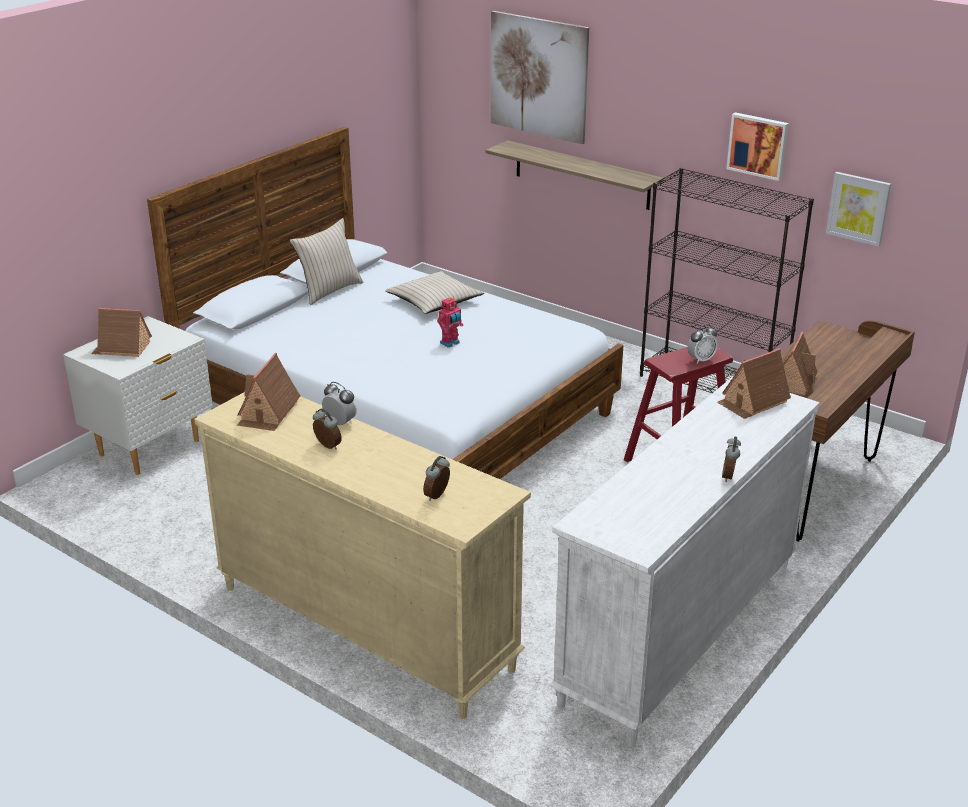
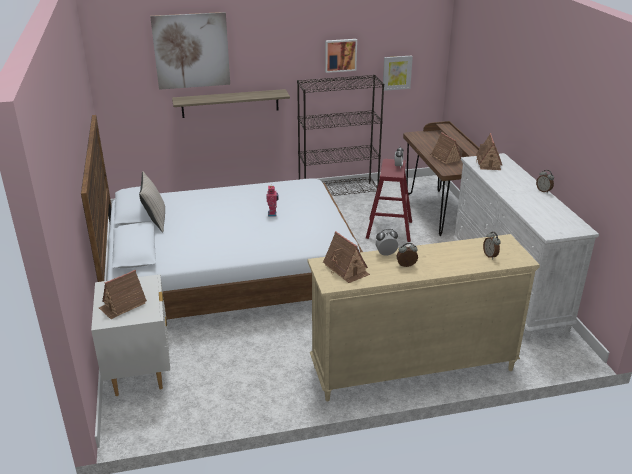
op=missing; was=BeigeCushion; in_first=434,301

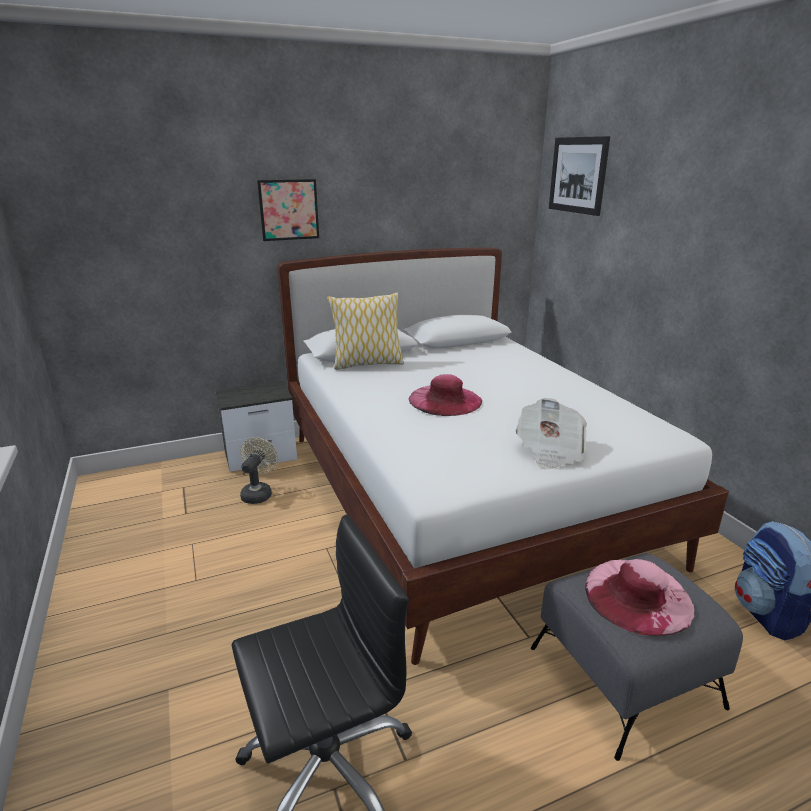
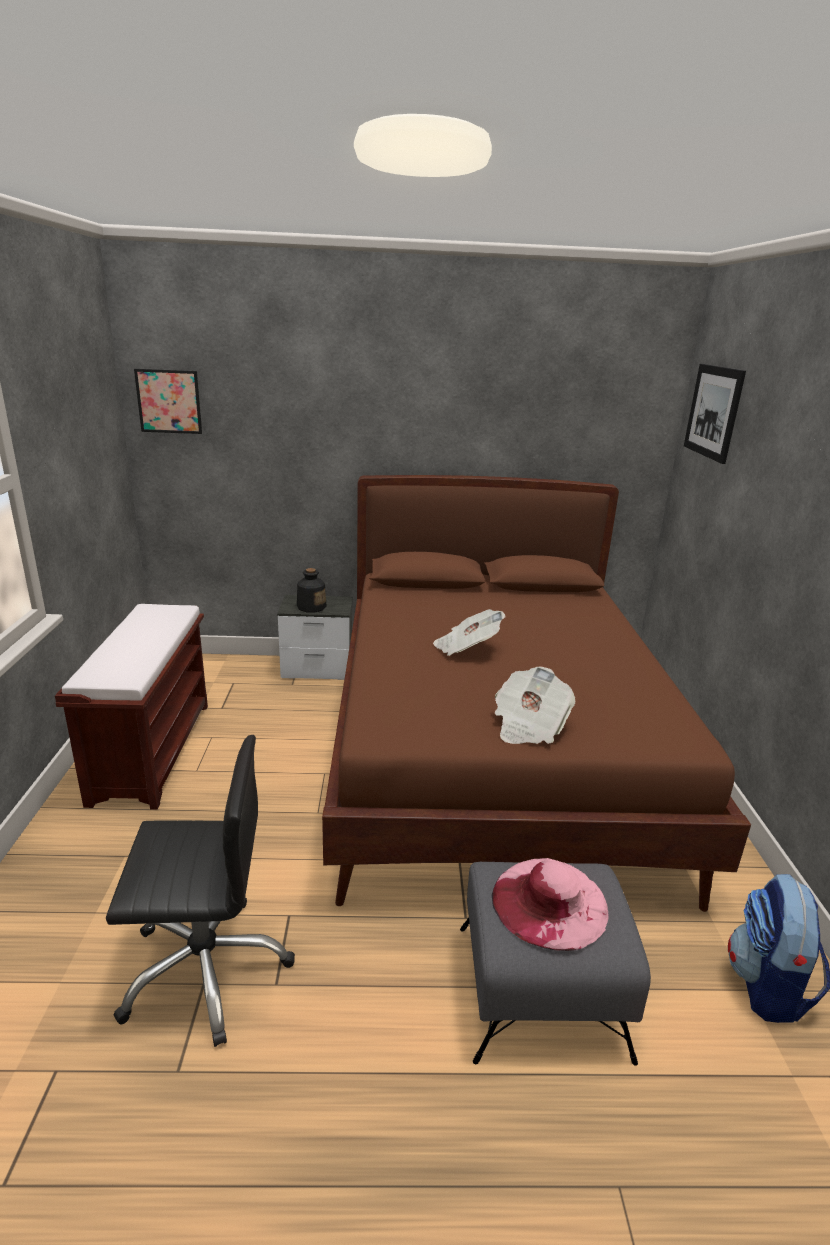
op=relocated; was=WallArt; in_first=289,210; in_second=169,401
op=colour; was=WhiteSleepingBed; now=BrownishSleepingBed; in_first=461,494; in_second=493,754
op=missing; was=Cushion; in_first=367,364
op=exchanged; was=PinkClothingHat; now=Newspaper; in_first=445,400; in_second=466,648
op=missing; was=BeigeFan; in_first=258,493
op=appeared; now=Bottle; in_second=311,607
op=appeared; now=BrownishLongSeat; in_second=152,750

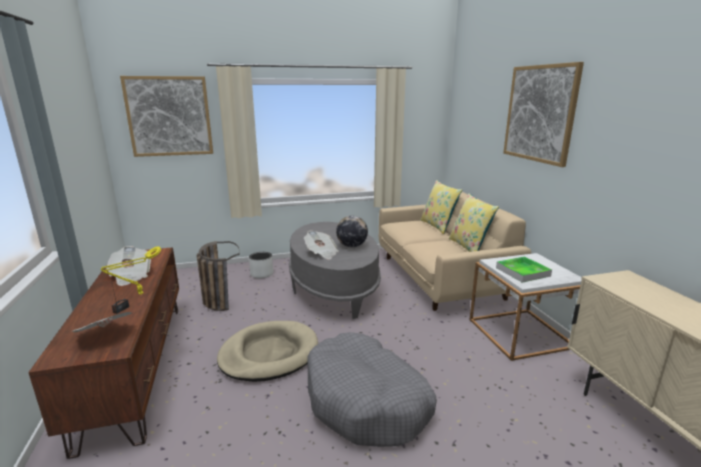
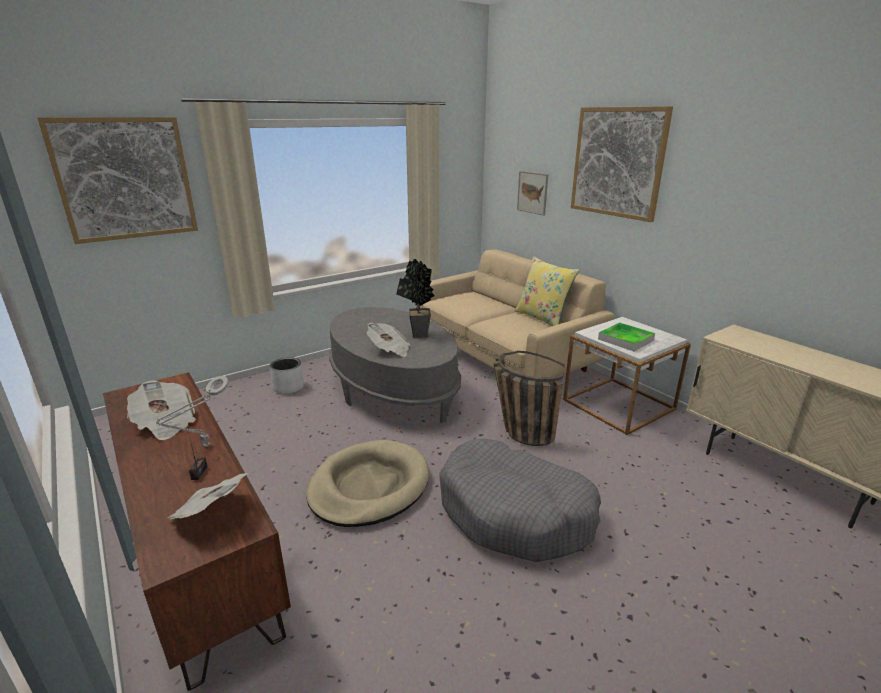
op=missing; was=YellowishCushion; in_first=438,226
op=exchanged; was=DeskGlobe; now=PlantInAPot; in_first=352,246; in_second=418,335
op=relocated; was=HouseholdBasket; in_first=217,299; in_second=518,431
op=colour; was=YellowishTableLamp; now=GrayTableLamp; in_first=138,294; in_second=204,446
op=appeared; now=WallArt; in_second=532,192

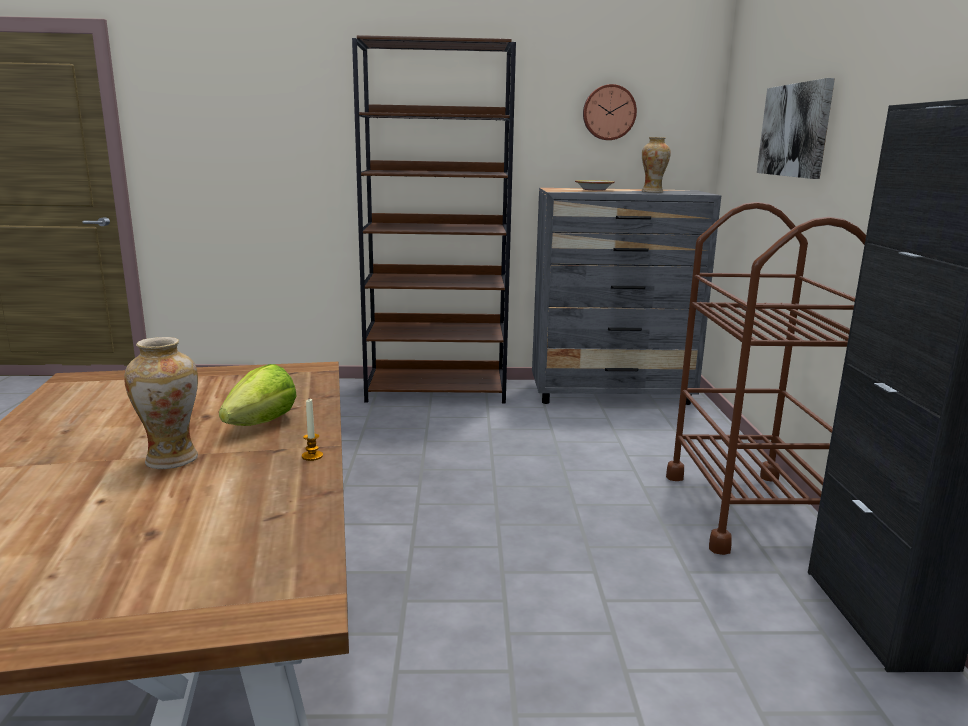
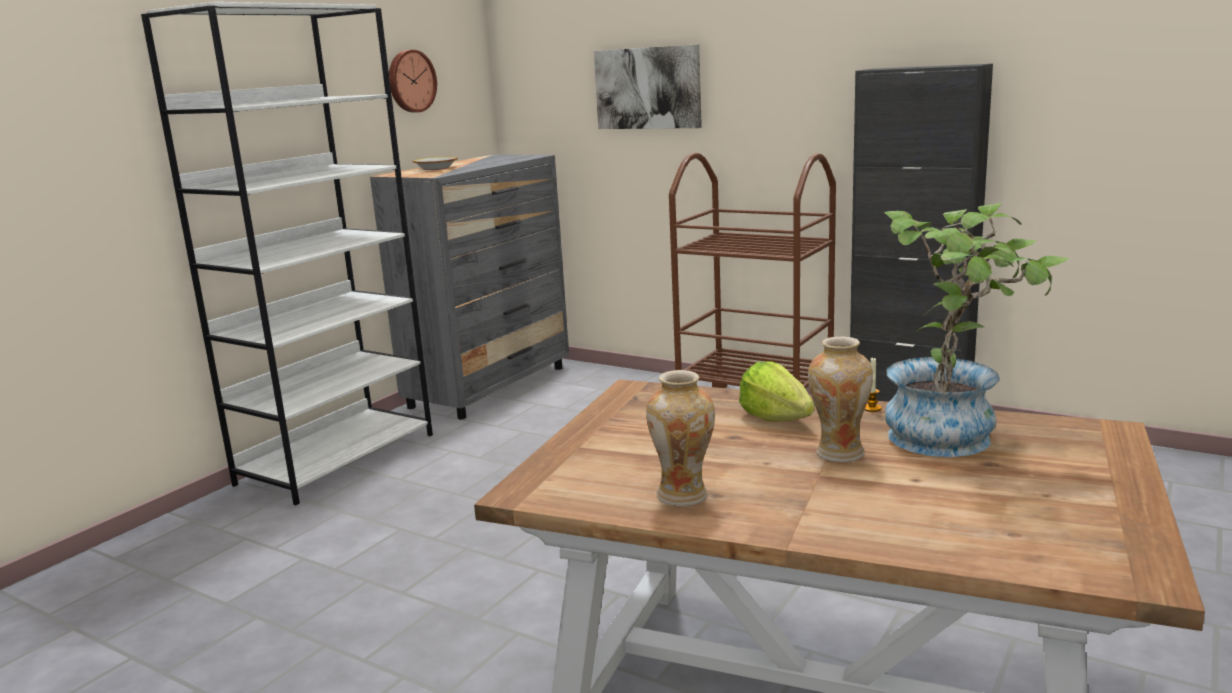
op=colour; was=BrownishShelvingUnit; now=WhiteShelvingUnit; in_first=437,390; in_second=337,458
op=relocated; was=FlowerVase; in_first=652,192; in_second=682,496
op=appeared; now=PlantInAPot; in_second=954,435

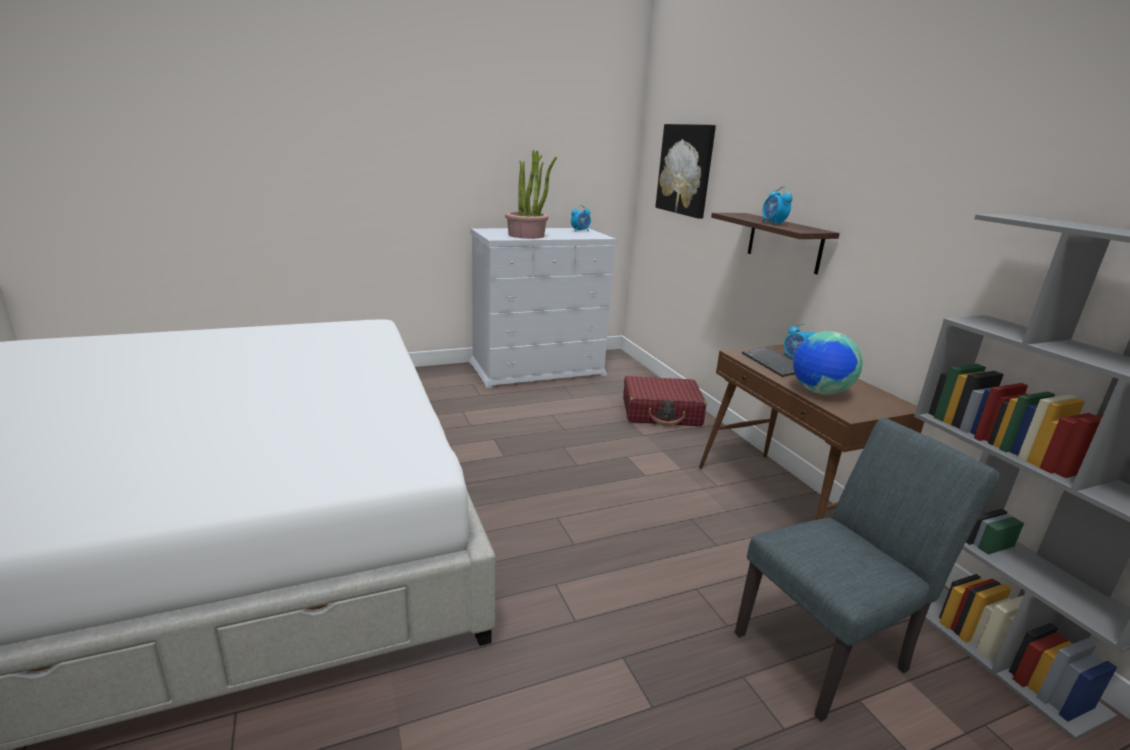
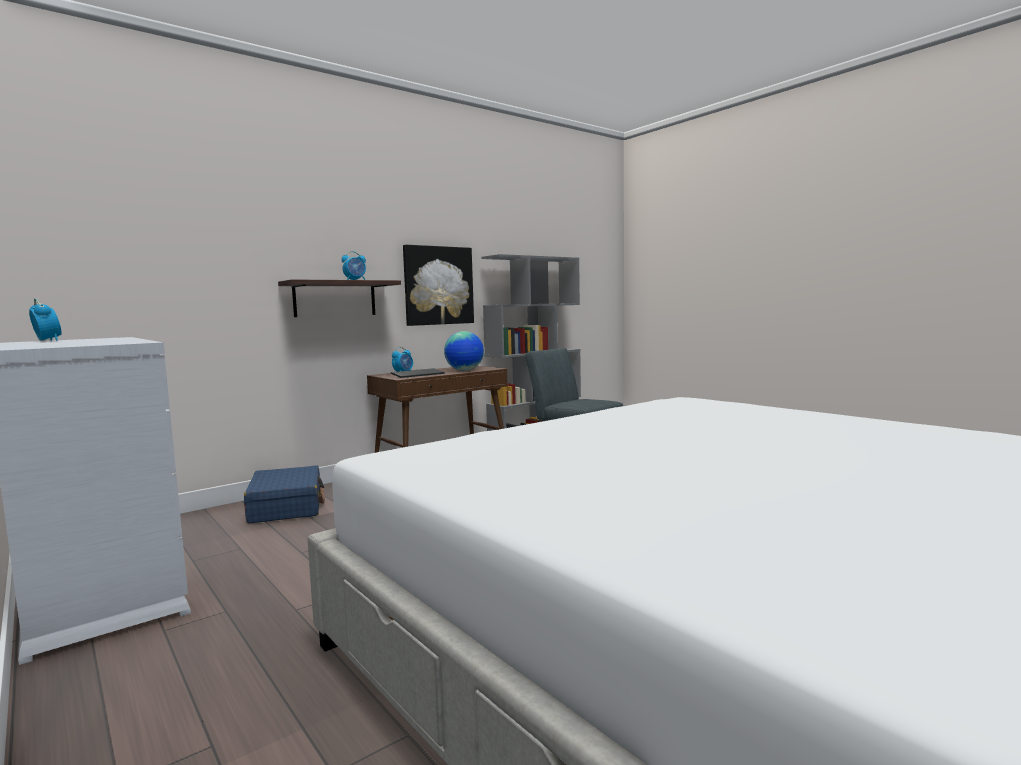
op=relocated; was=WallArt; in_first=685,169; in_second=438,285
op=missing; was=PlantInAPot; in_first=526,235
op=colour; was=RedTravelCase; now=BluishTravelCase; in_first=661,412; in_second=286,507

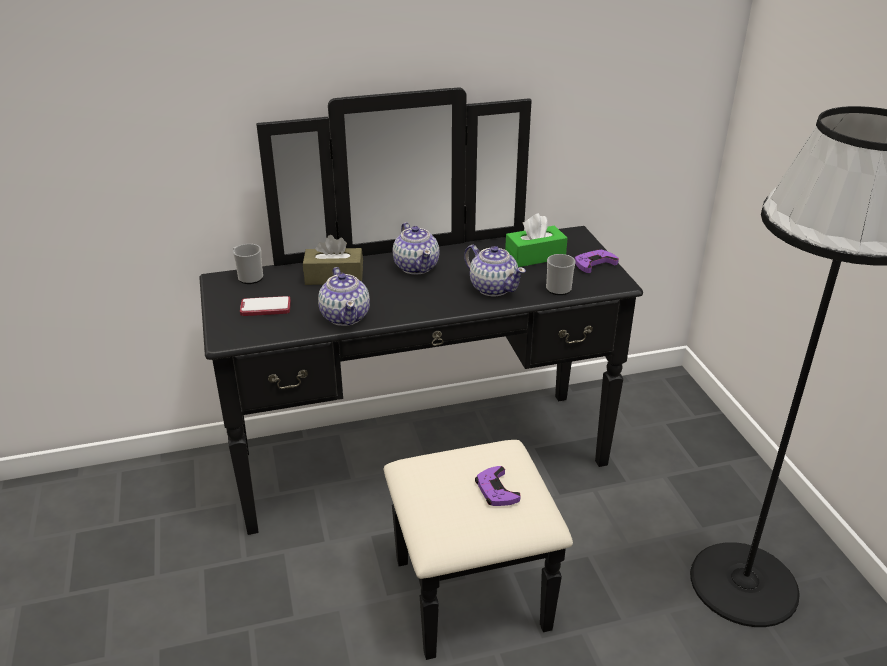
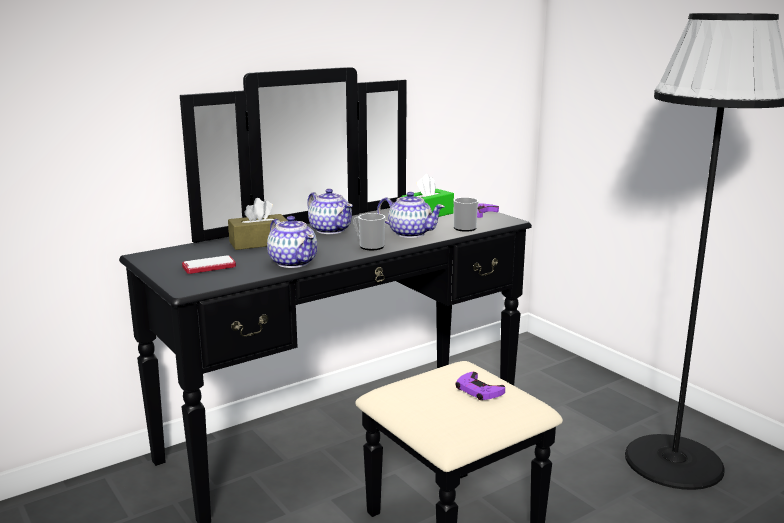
op=relocated; was=Mug; in_first=248,277; in_second=369,246

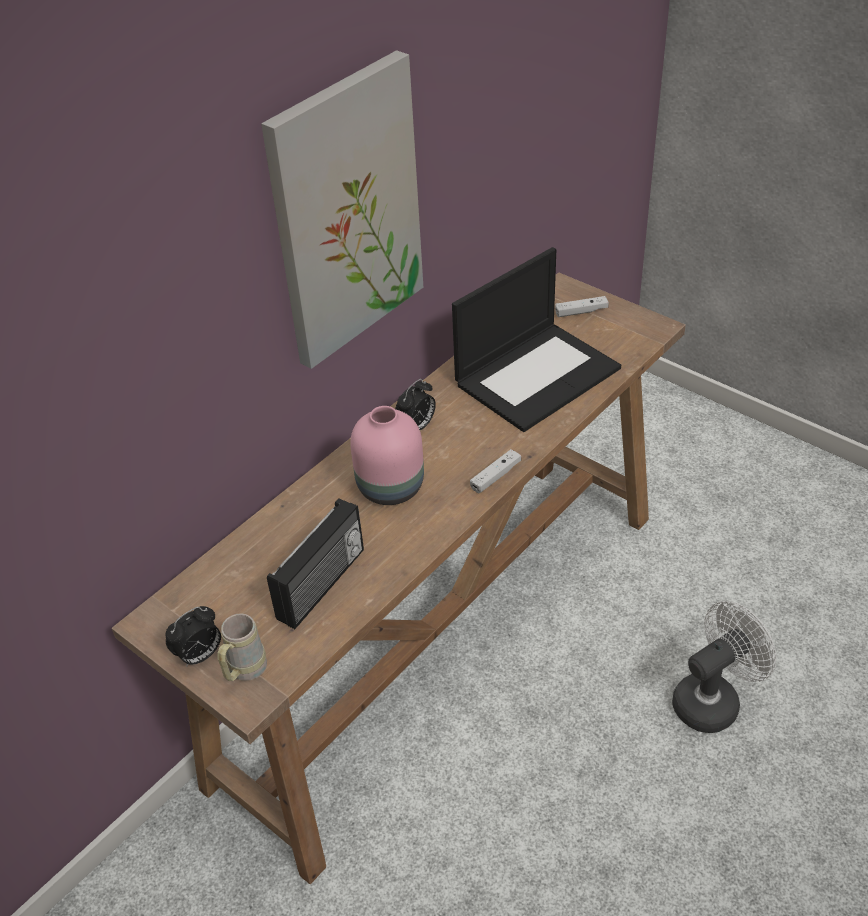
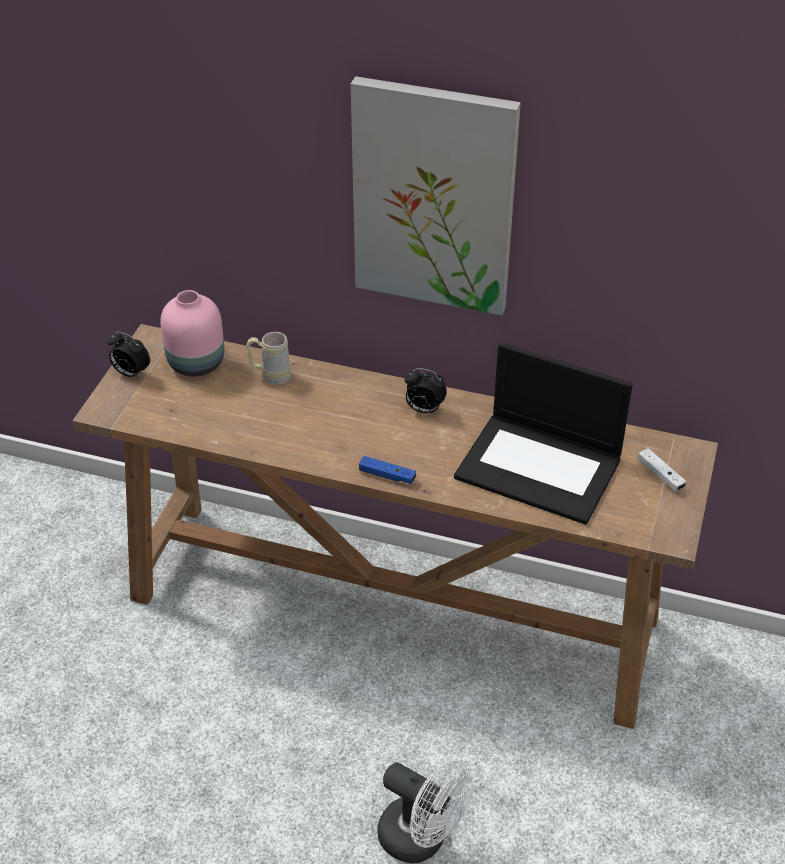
op=relocated; was=PinkFlowerVase; in_first=389,488; in_second=195,362
op=colour; was=WhiteGamepad; now=BluishGamepad; in_first=495,476; in_second=387,475
op=missing; was=RadioReceiver; in_first=323,585
op=relocated; was=BeigeMug; in_first=244,672; in_second=270,376

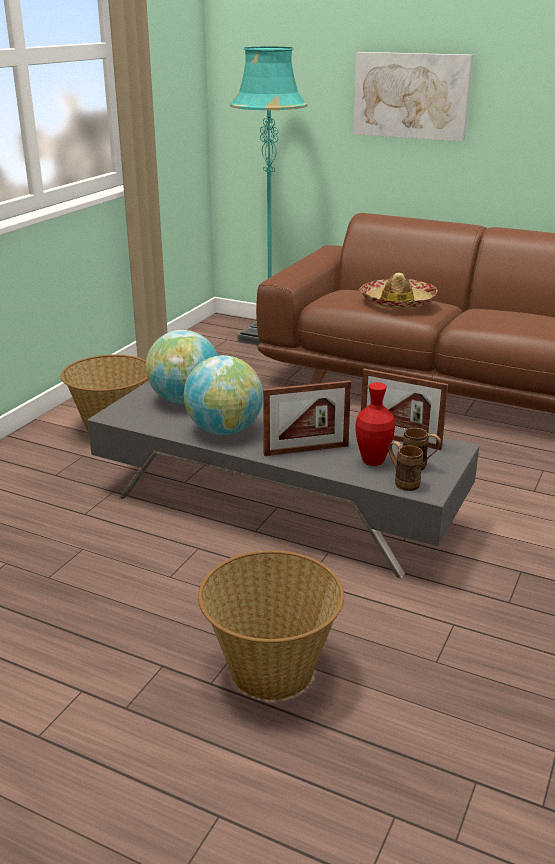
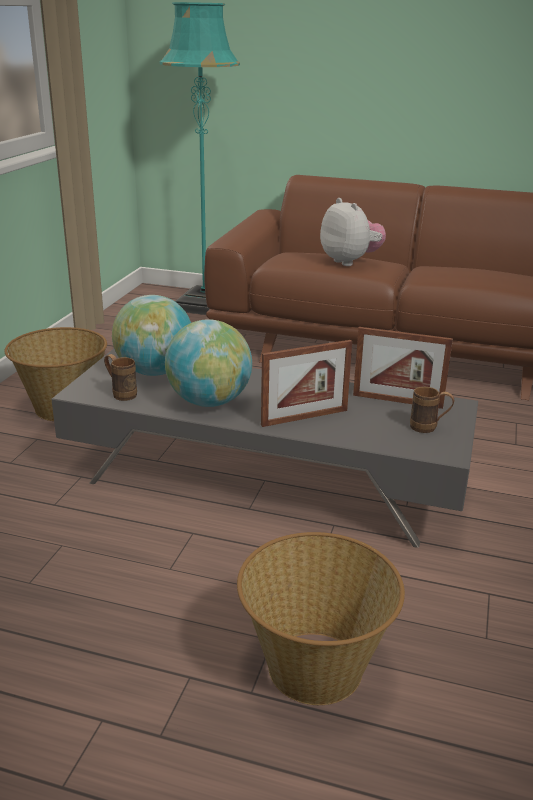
op=missing; was=WallArt; in_first=411,95
op=exchanged; was=ClothingHat; now=PlushToy; in_first=397,302; in_second=350,261
op=missing; was=RedFlowerVase; in_first=373,461
op=relocated; was=BrownishMug; in_first=402,482; in_second=121,393

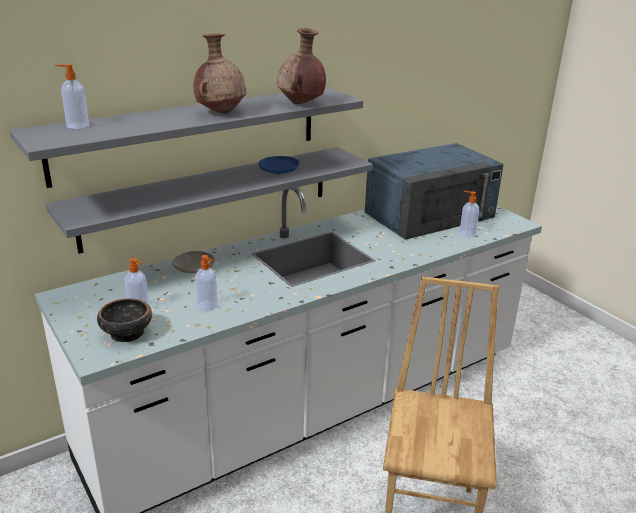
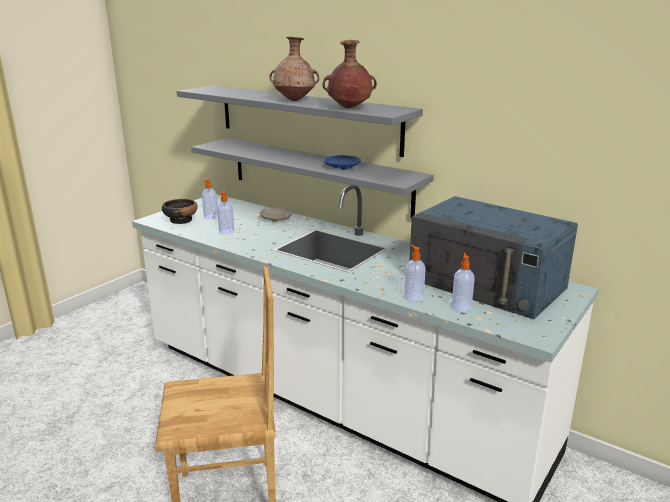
op=relocated; was=SoapDispenser; in_first=77,126; in_second=413,297

